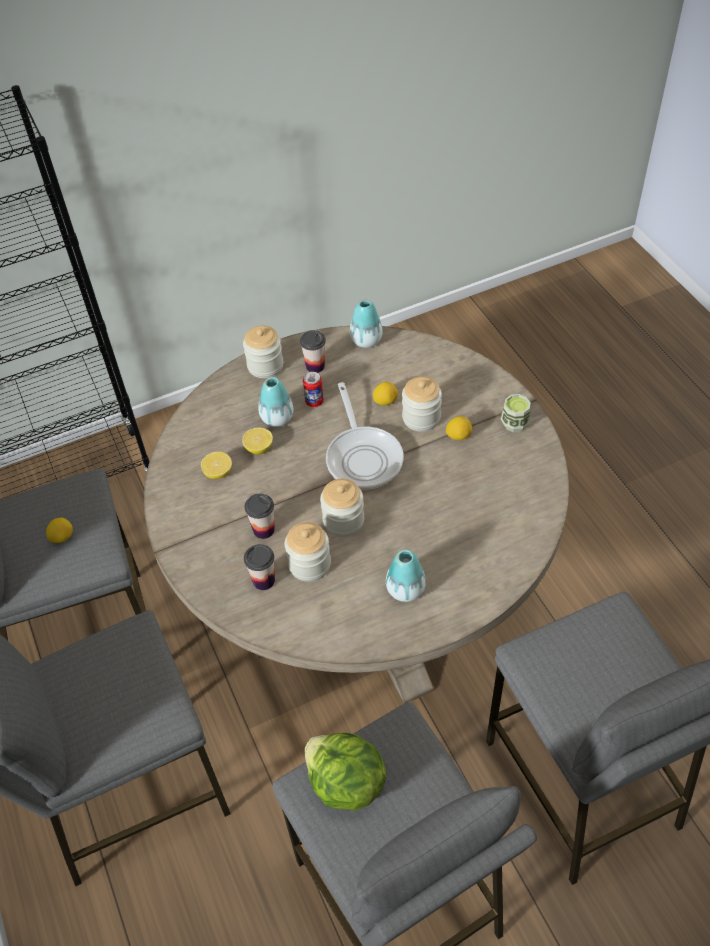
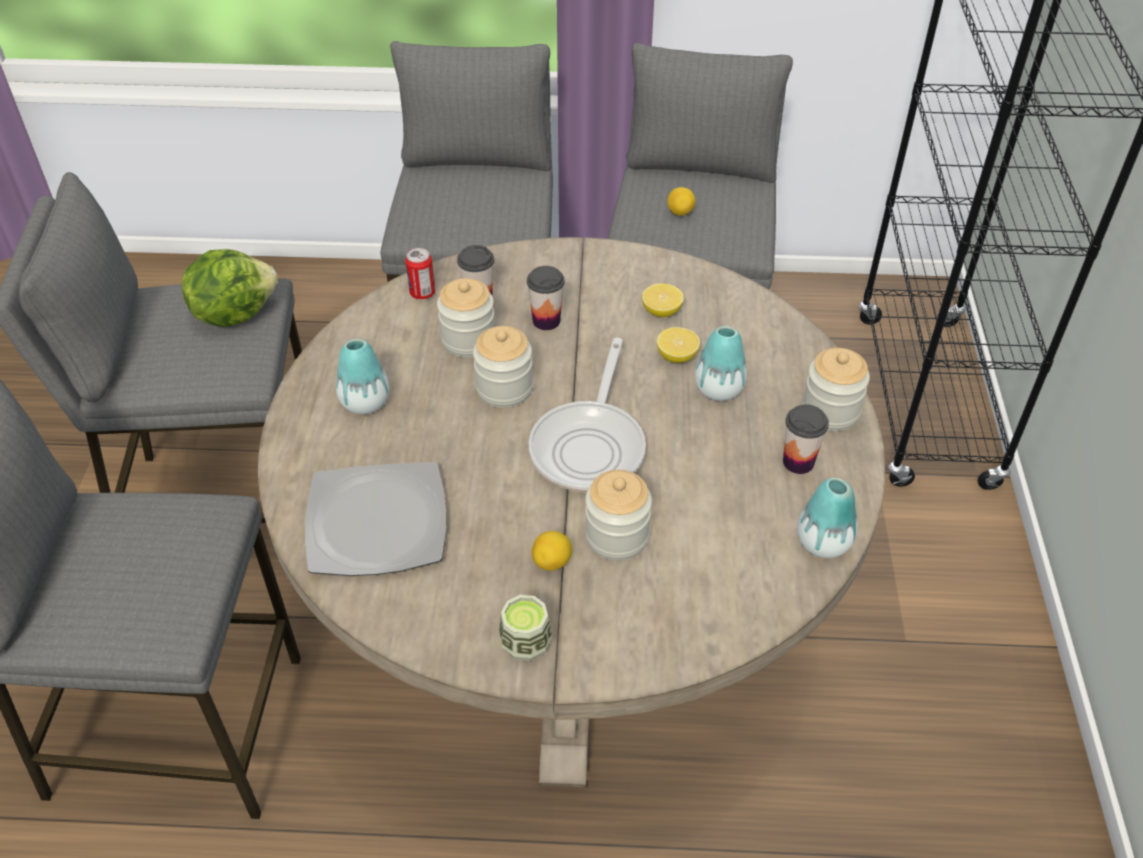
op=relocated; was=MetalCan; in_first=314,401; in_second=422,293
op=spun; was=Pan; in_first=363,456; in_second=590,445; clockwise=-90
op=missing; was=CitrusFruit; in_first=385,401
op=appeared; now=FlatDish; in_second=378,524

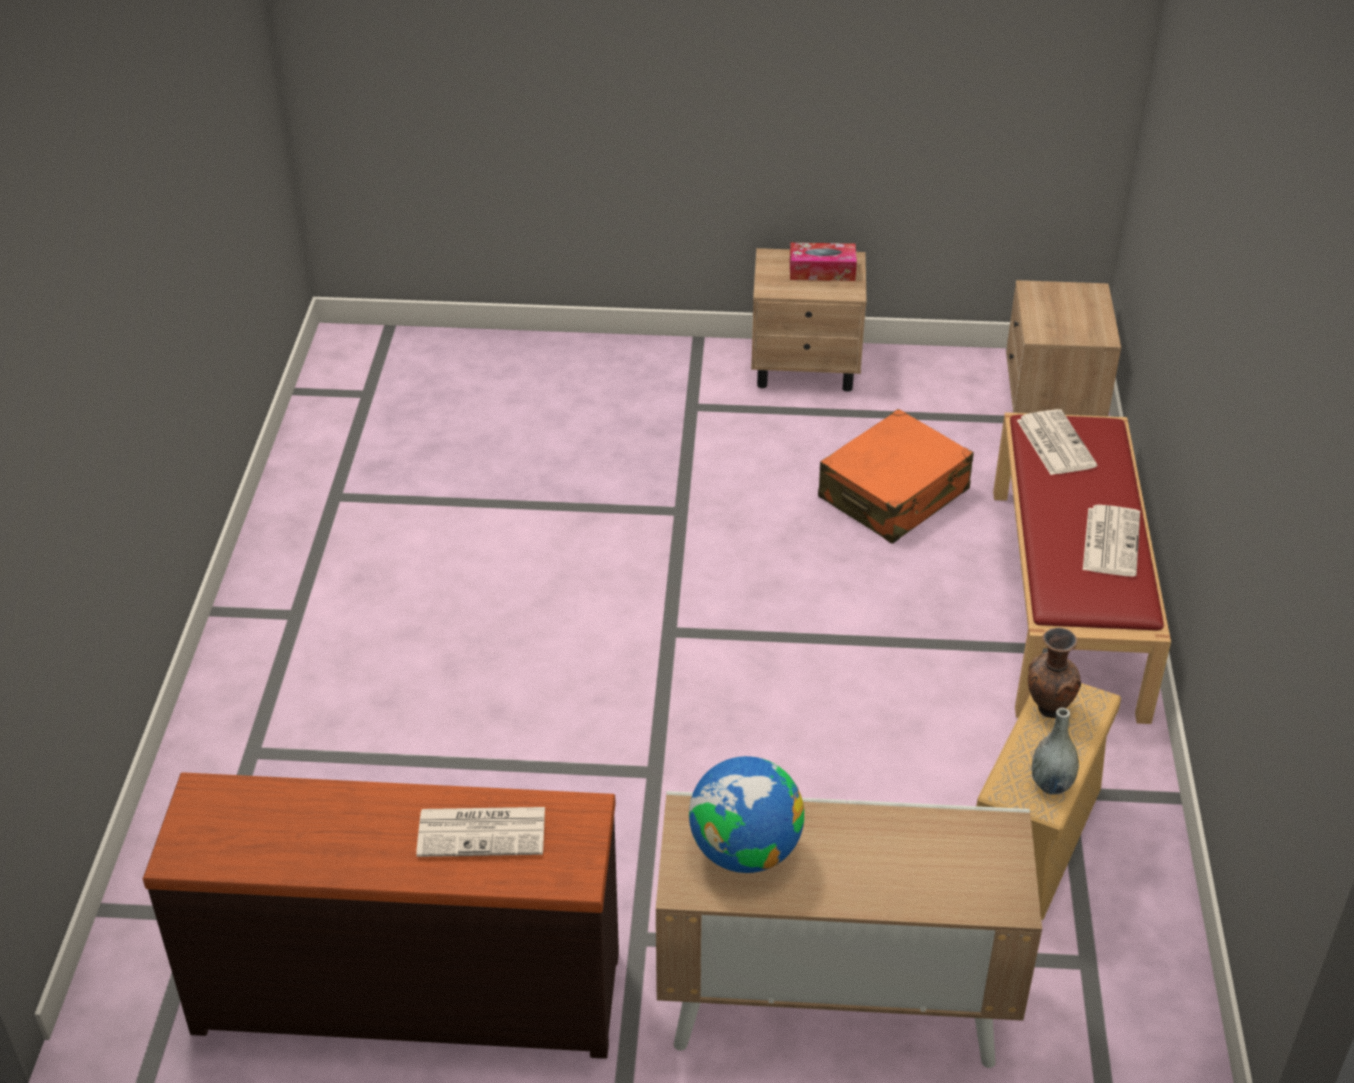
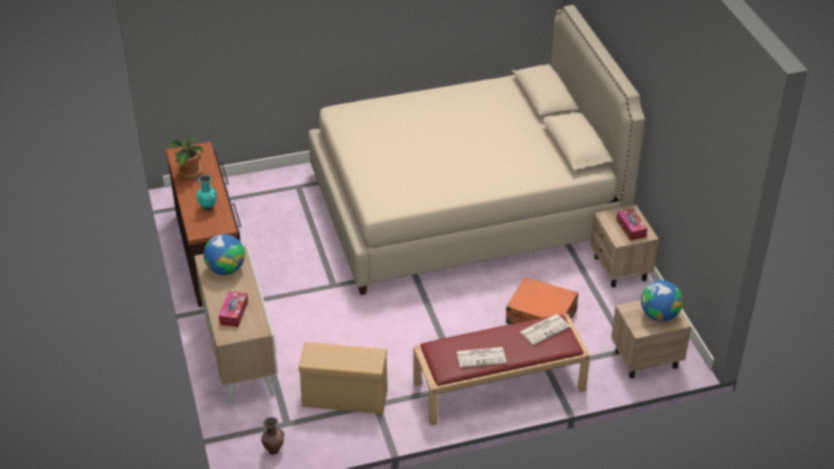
op=relocated; was=BrownishFlowerVase; in_first=1047,709; in_second=273,450
op=missing; was=GrayFlowerVase; in_first=1051,785
op=exchanged; was=Newspaper; now=TurquoiseFlowerVase; in_first=483,831; in_second=208,208
op=appeared; now=BeigeSleepingBed; in_second=464,207
op=appeared; now=PlantInAPot; in_second=189,174
op=appeared; now=DeskGlobe; in_second=659,315
op=appeared; now=BoxOfTissues; in_second=234,313

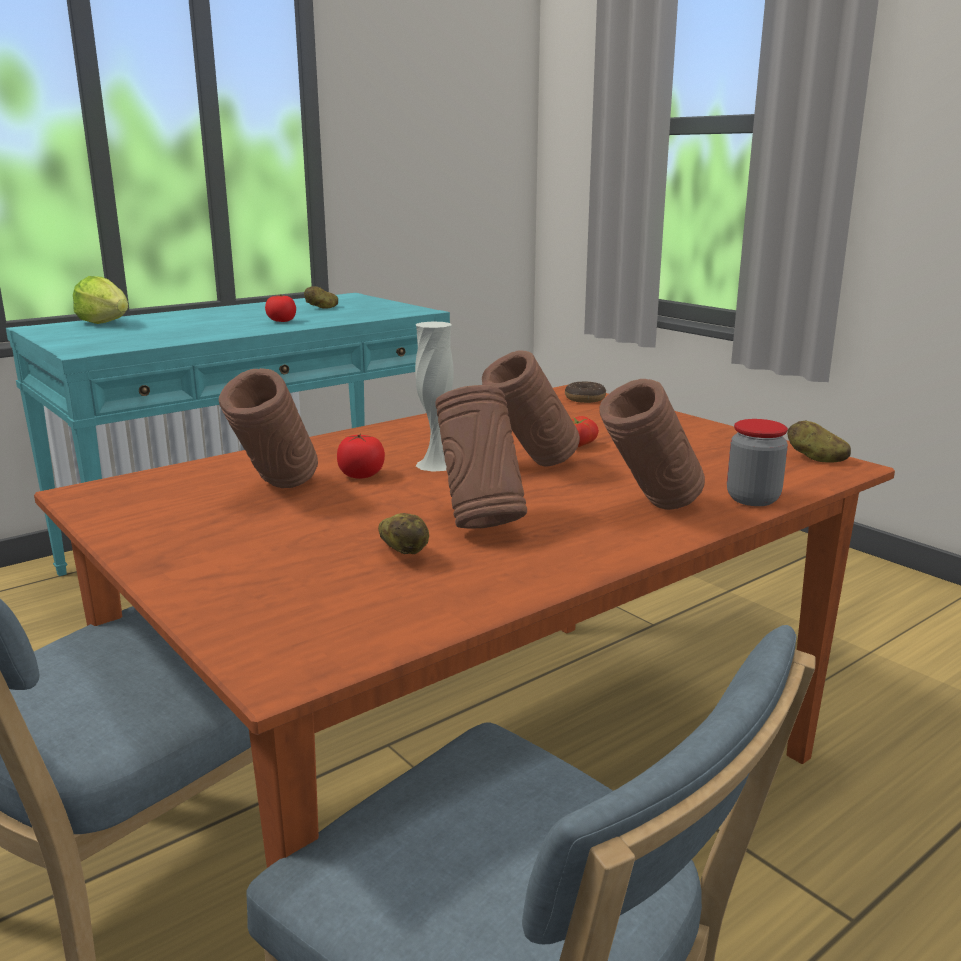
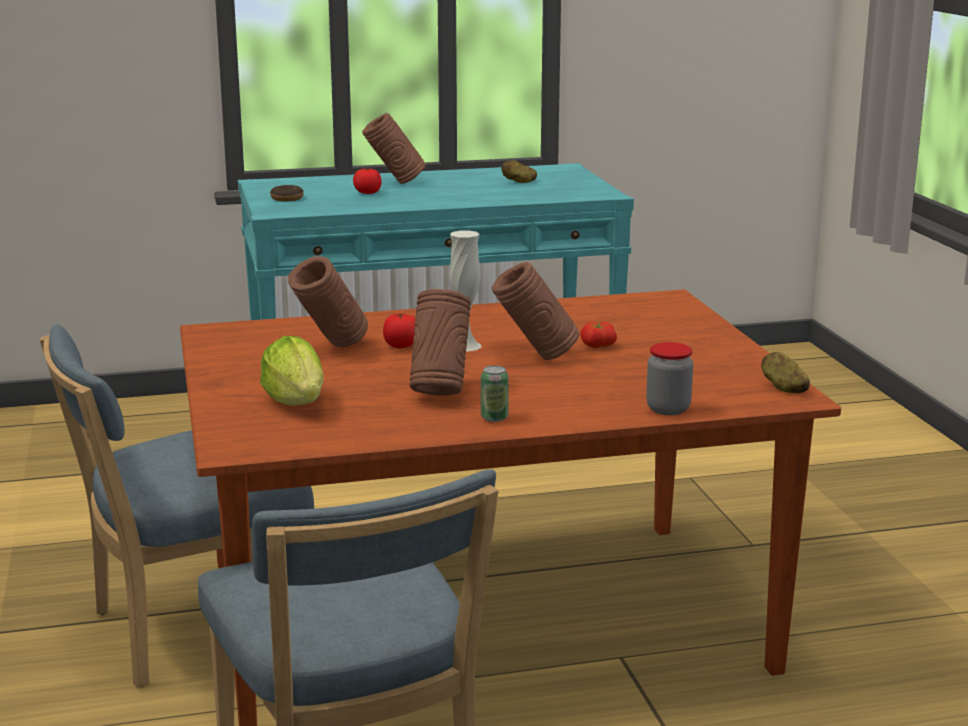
op=relocated; was=HeadOfLettuce; in_first=105,323; in_second=297,403
op=relocated; was=Tomato; in_first=281,321; in_second=367,193
op=relocated; was=BrownishFlowerVase; in_first=649,509; in_second=394,183
op=relocated; was=RingDoughnut; in_first=585,399; in_second=287,198
op=missing; was=Potato; in_first=403,553
op=appeared; now=MetalCan; in_second=494,418

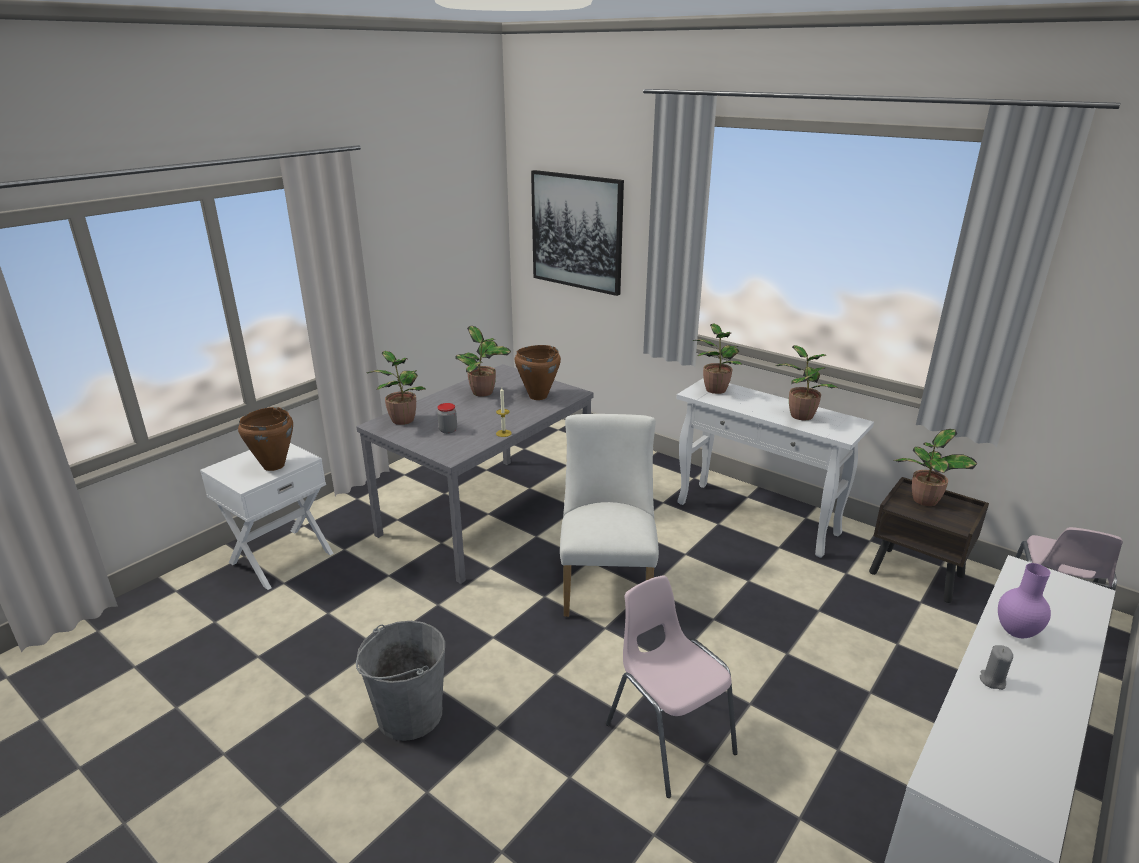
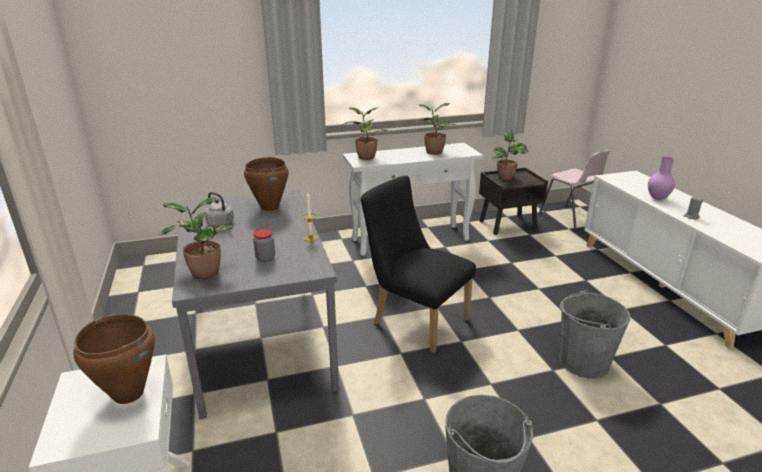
op=missing; was=WallArt; in_first=577,231
op=exchanged; was=PlantInAPot; now=GrayTeaKettle; in_first=483,393; in_second=221,224
op=colour; was=WhiteChair; now=BlackChair; in_first=607,583; in_second=415,319
op=exchanged; was=PinkChair; now=GrayBucket; in_first=668,738; in_second=583,361

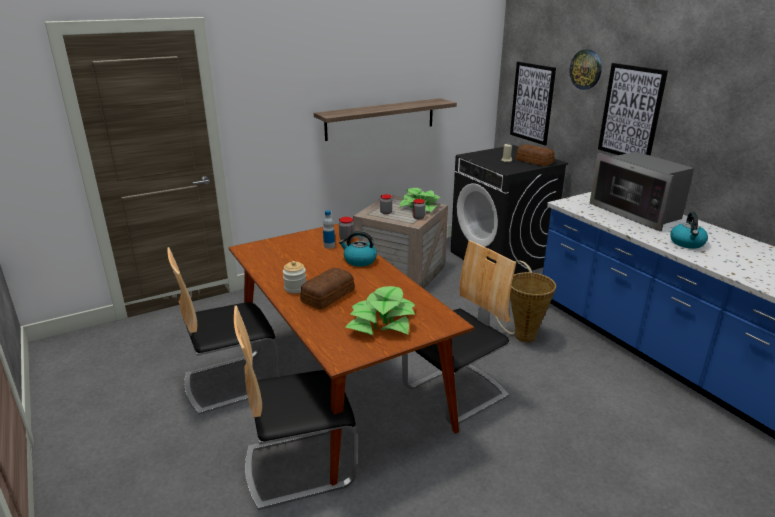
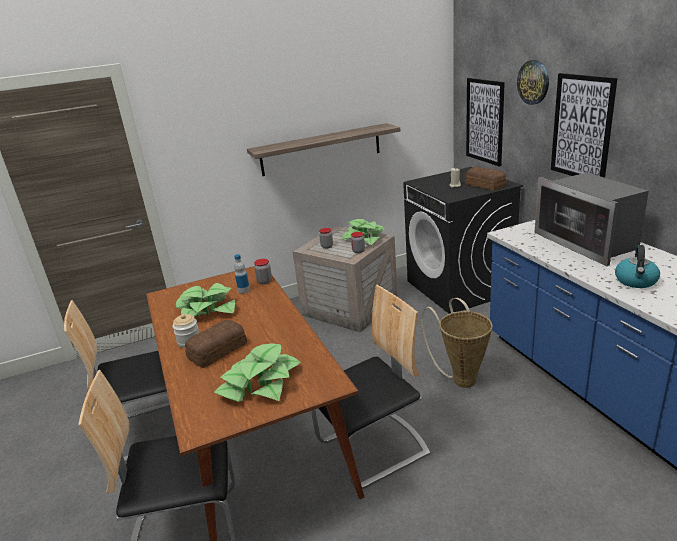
op=missing; was=TeaKettle; in_first=359,260
op=appeared; now=PlantInAPot; in_second=207,309

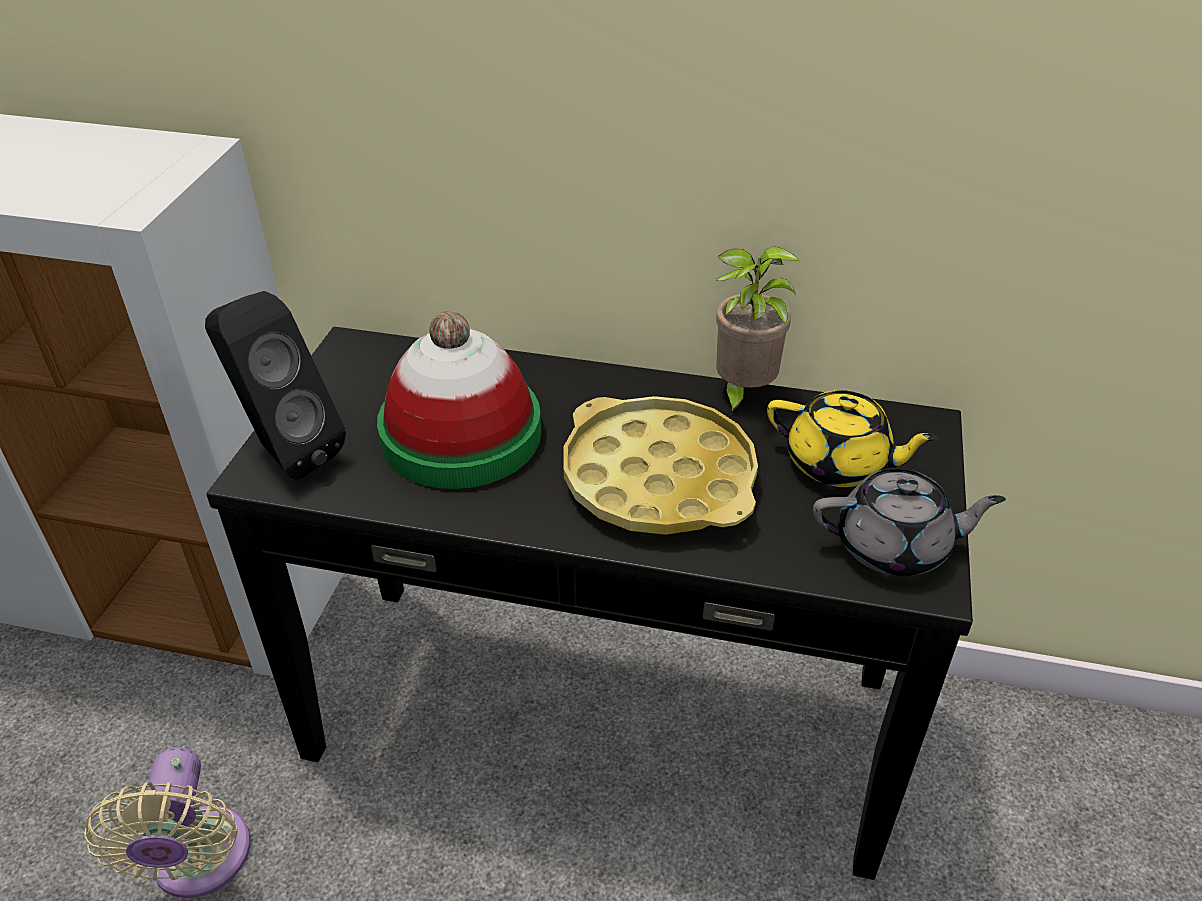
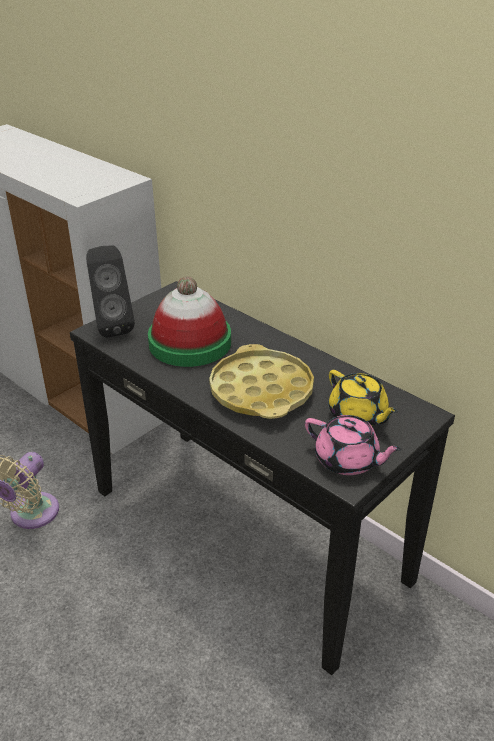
op=missing; was=PlantInAPot; in_first=742,393
op=colour; was=GrayTeapot; now=PinkTeapot; in_first=894,547; in_second=347,461

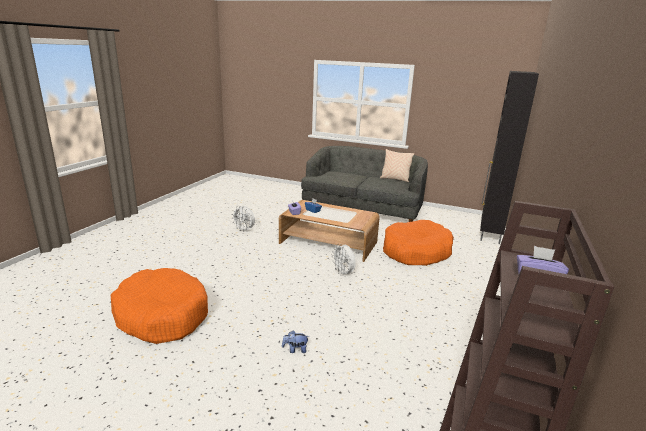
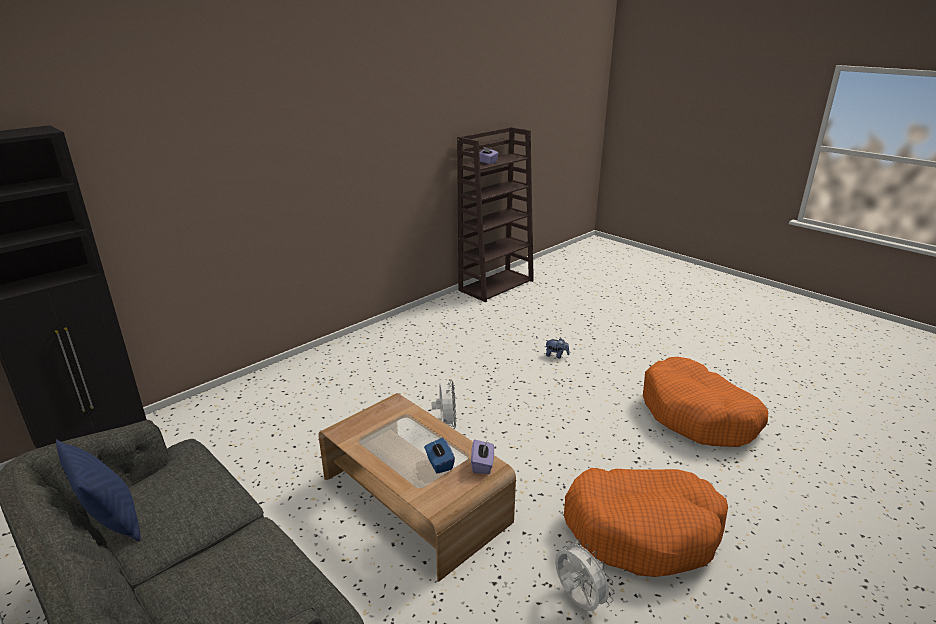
op=colour; was=BeigeCushion; now=BluishCushion; in_first=395,179; in_second=112,521
op=relocated; was=OrangeColouredDogCushion; in_first=415,252; in_second=643,530

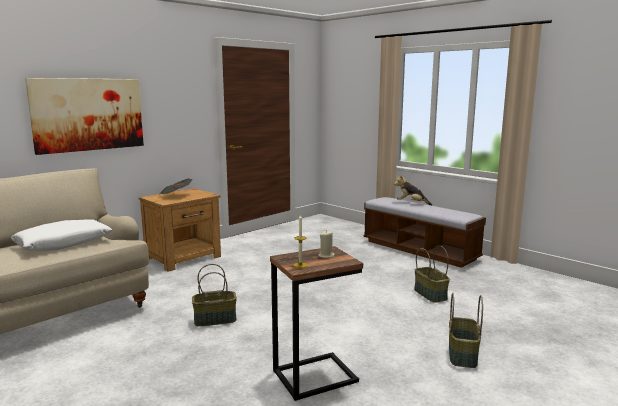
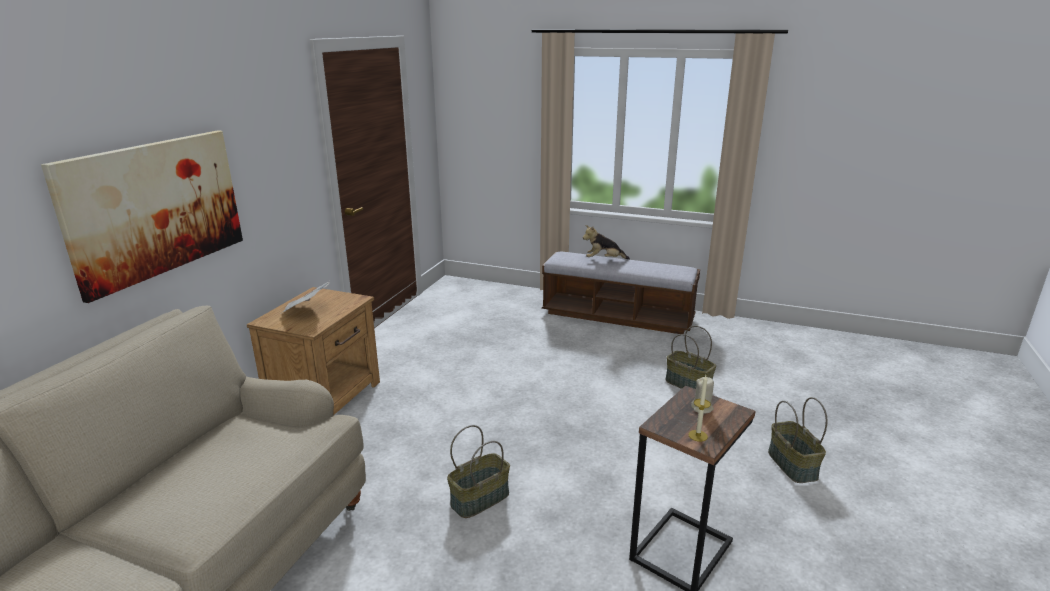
op=missing; was=WhiteCushion; in_first=63,244

